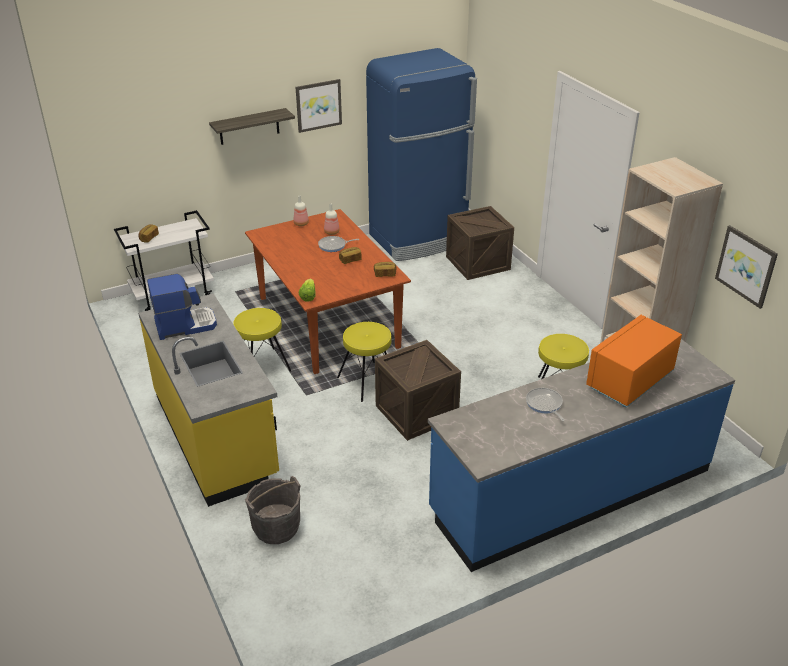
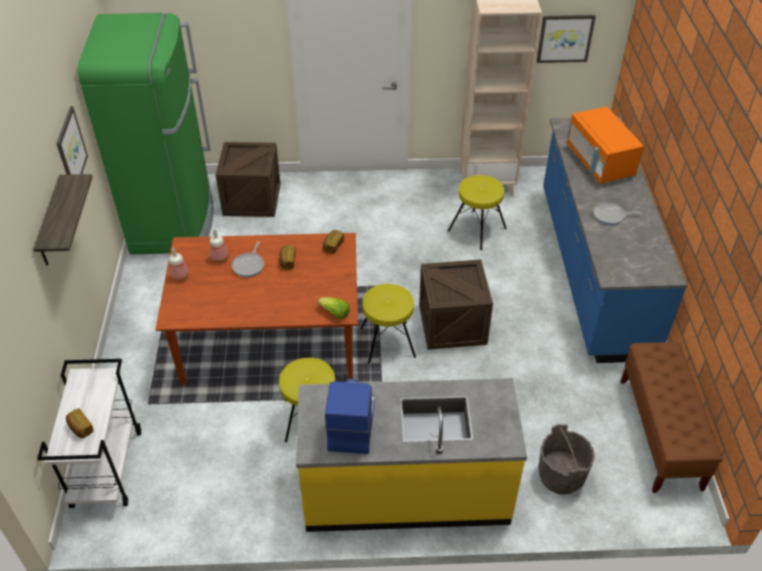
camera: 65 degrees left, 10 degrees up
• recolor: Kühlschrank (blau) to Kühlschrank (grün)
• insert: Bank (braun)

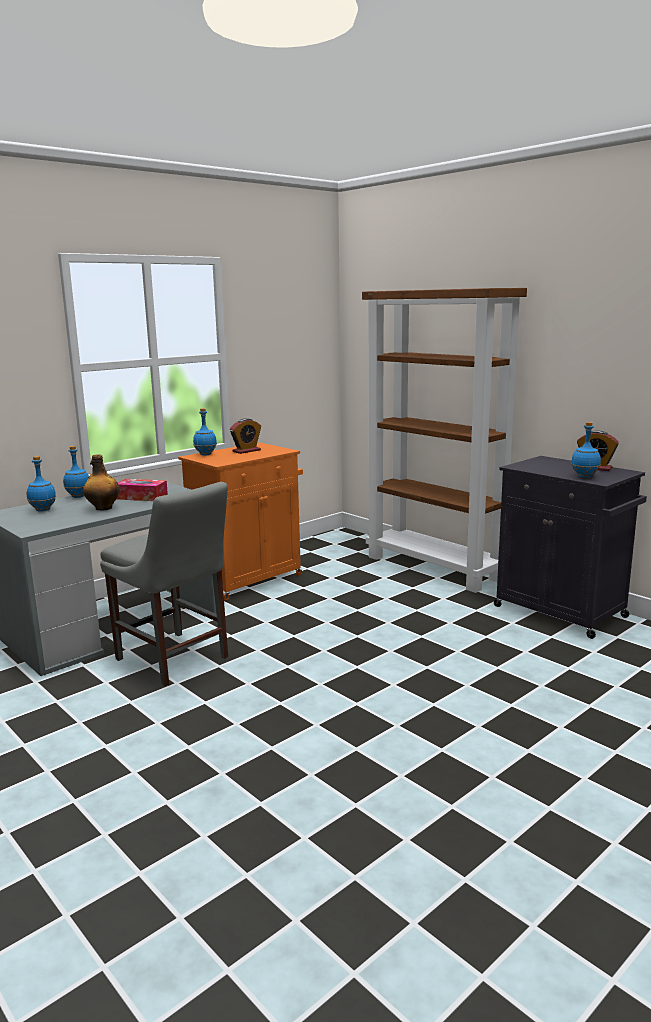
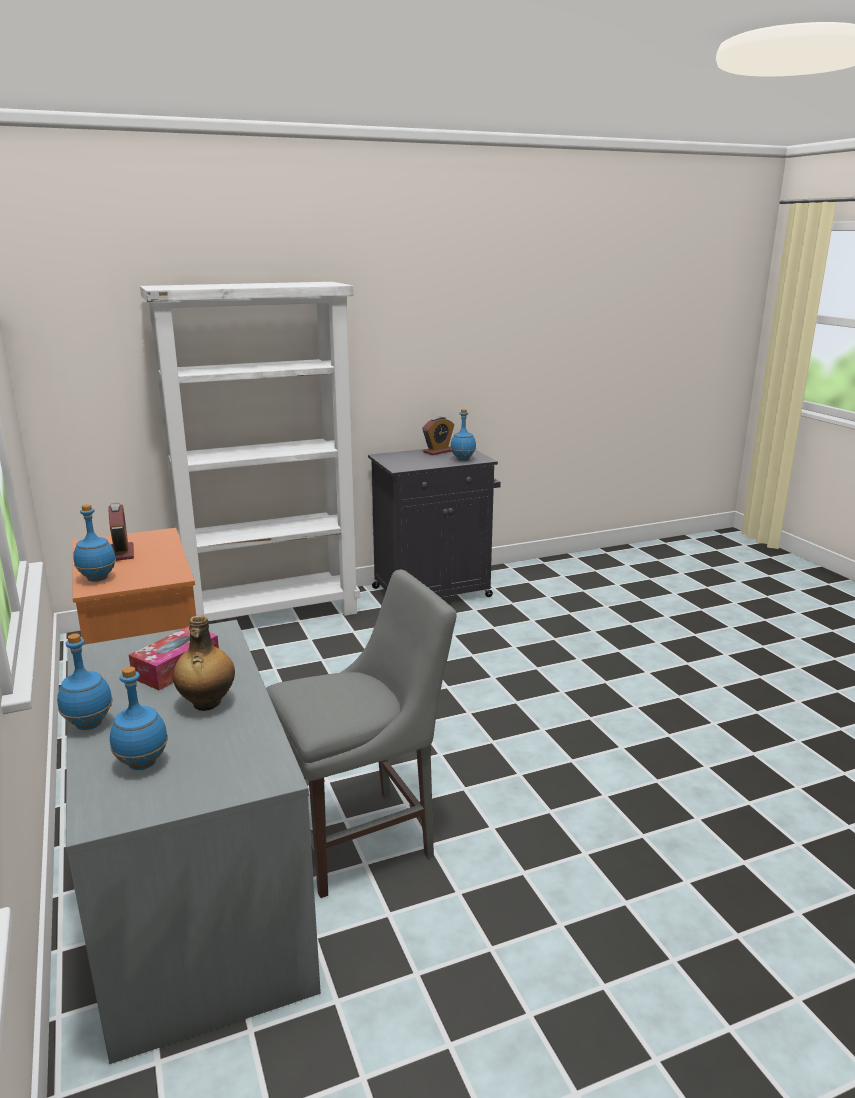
camera: 70 degrees left, 5 degrees up
• recolor: Bücherregal (braun) to Bücherregal (weiß)

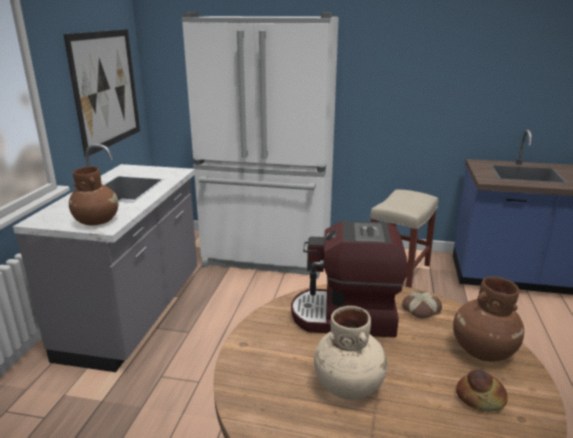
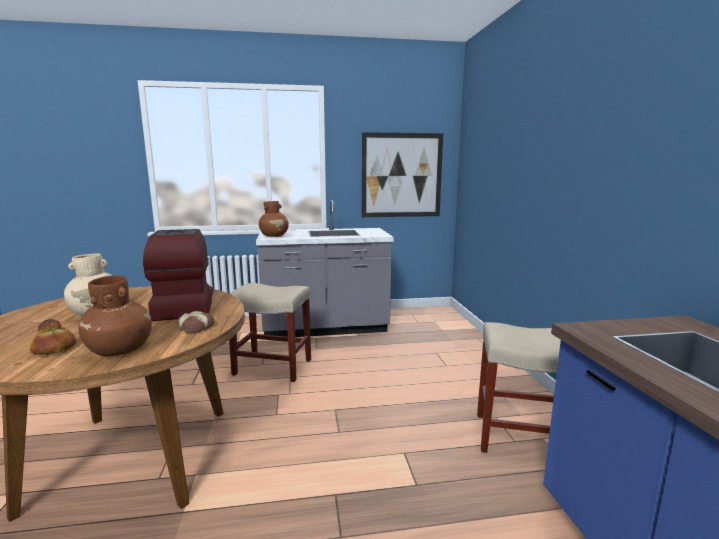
camera: 70 degrees right, 10 degrees down
• delete: Kühlschrank (weiß)
• insert: Hocker (beige) (1st from left)

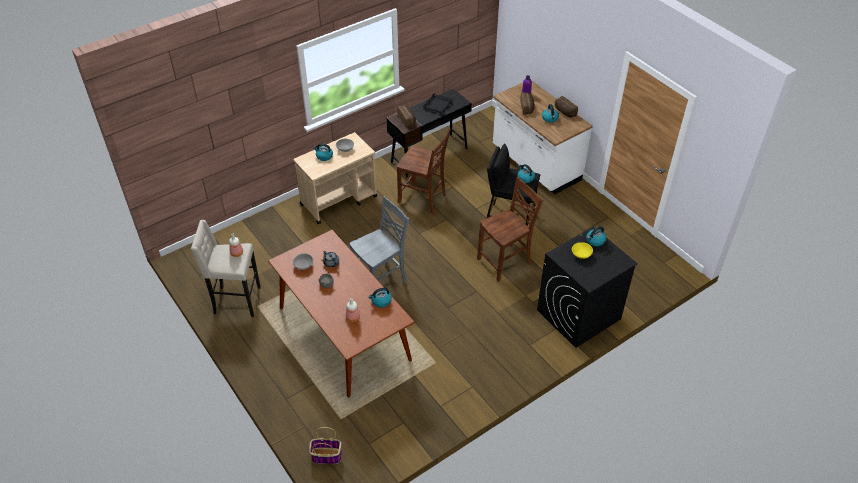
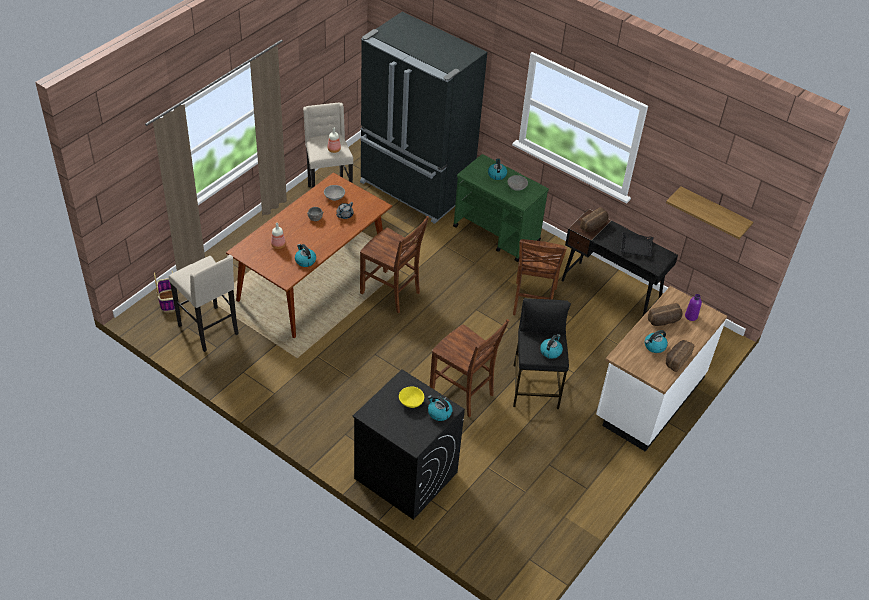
camera: 70 degrees right, 0 degrees up
• recolor: Rollwagen (beige) to Rollwagen (grün)
• recolor: Stuhl (grau) to Stuhl (braun) (1st from left)
• insert: Hocker (beige) (1st from left)
• insert: Kühlschrank (schwarz)
• insert: Wandregal

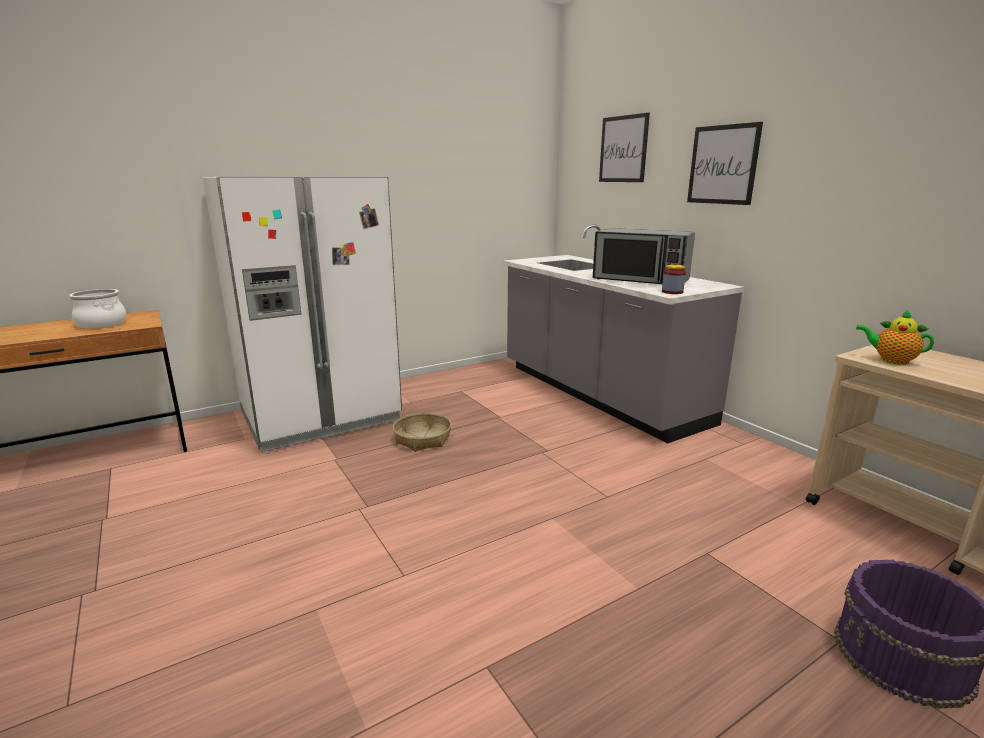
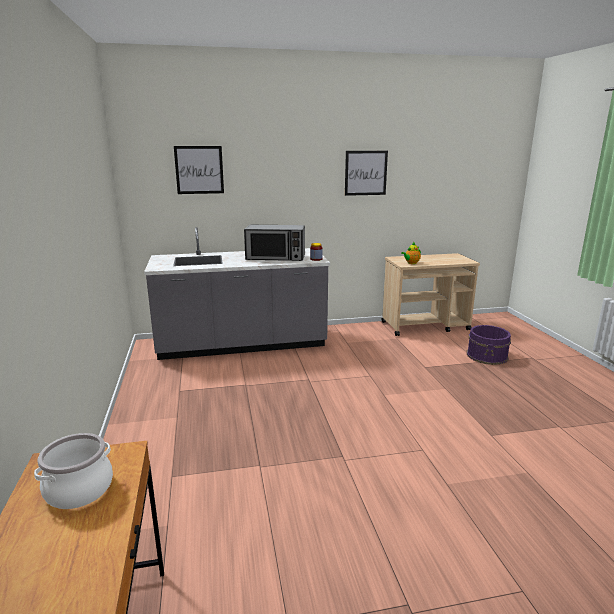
camera: 70 degrees left, 0 degrees up
• delete: Kühlschrank (weiß)
• delete: Korb
• rotate: Mikrowelle 45 degrees clockwise
• move: Bild (2nd from left)

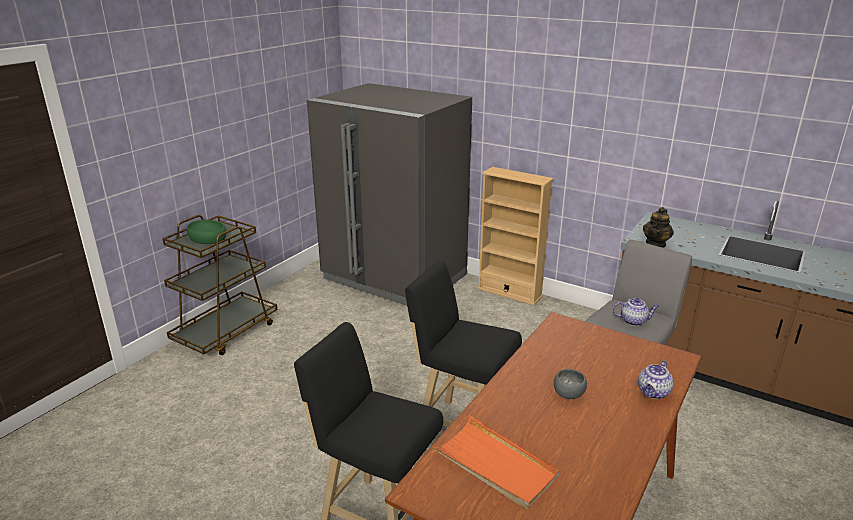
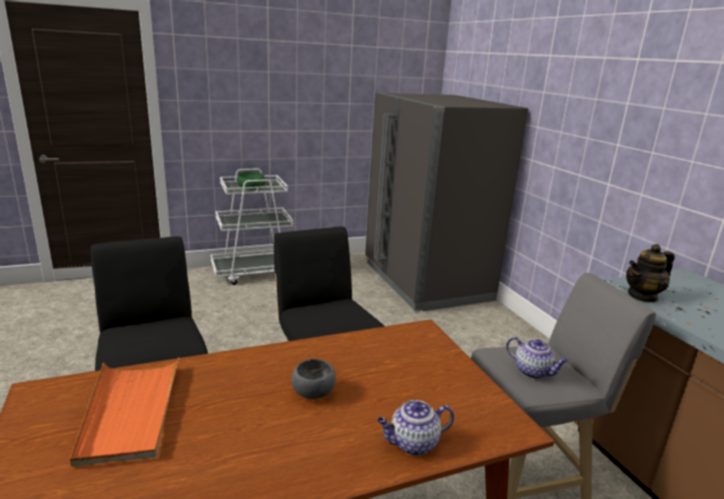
camera: 35 degrees right, 5 degrees down
• recolor: Rollwagen (braun) to Rollwagen (weiß)
• delete: Bücherregal (beige)

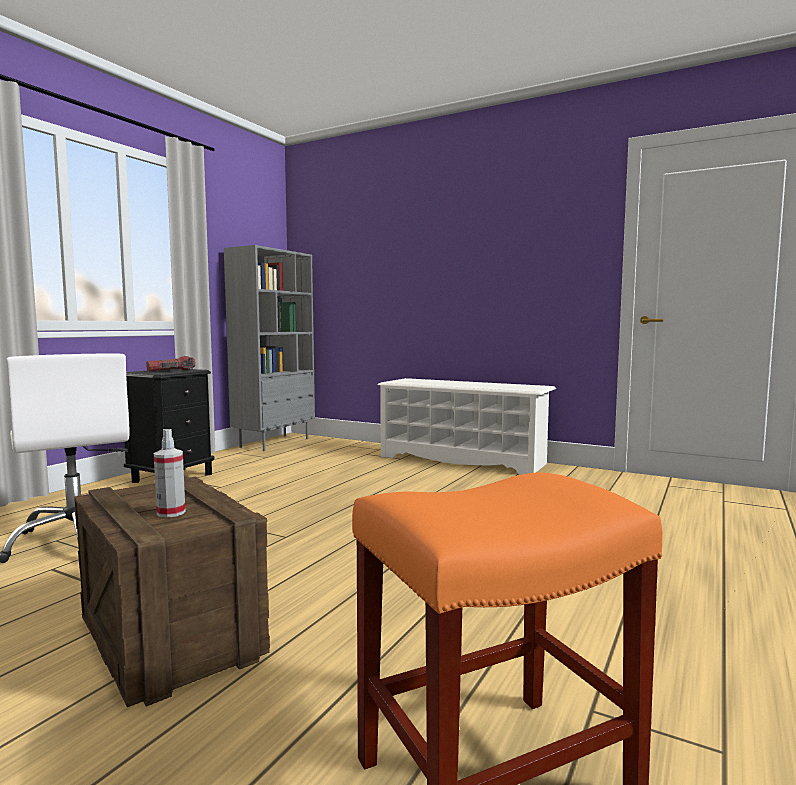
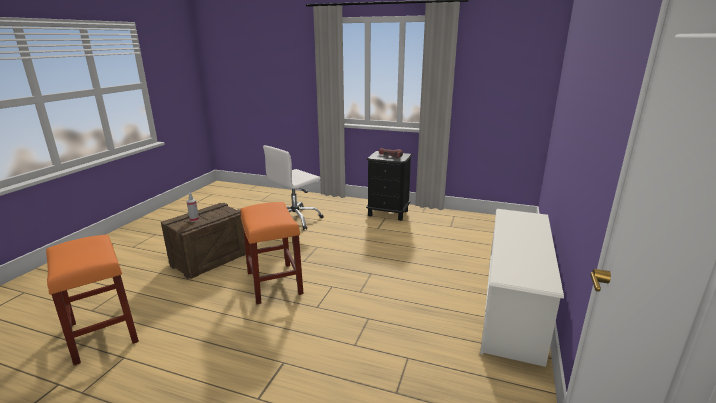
camera: 80 degrees right, 15 degrees up
• delete: Bücherregal (grau)
• insert: Hocker (orange) (2nd from left)

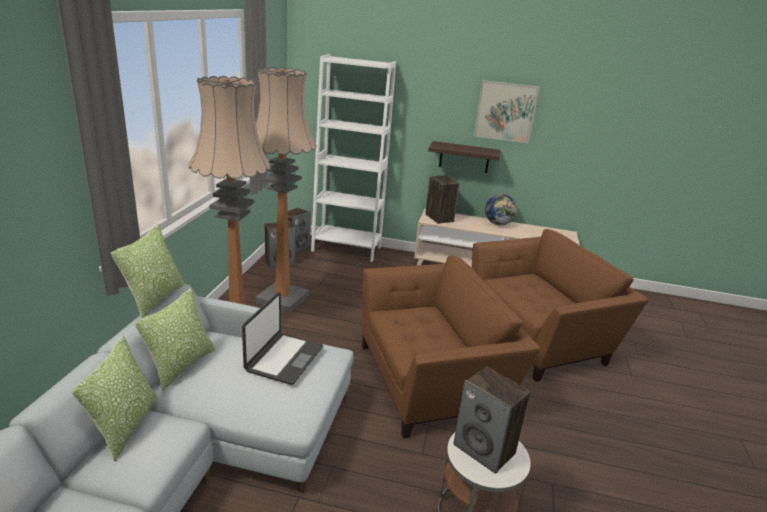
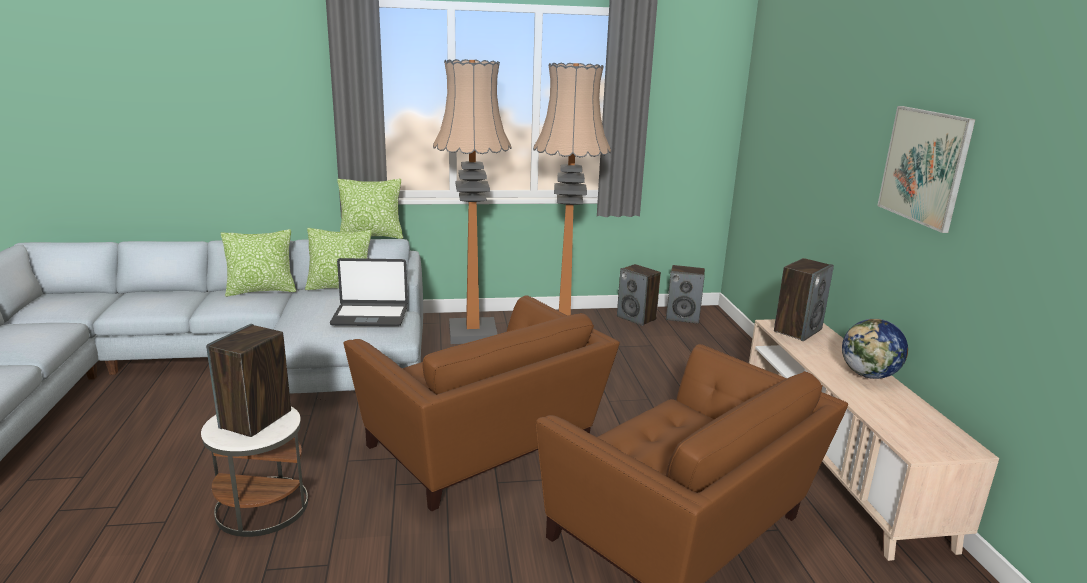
camera: 70 degrees right, 5 degrees down
• delete: Bücherregal (weiß)
• delete: Wandregal

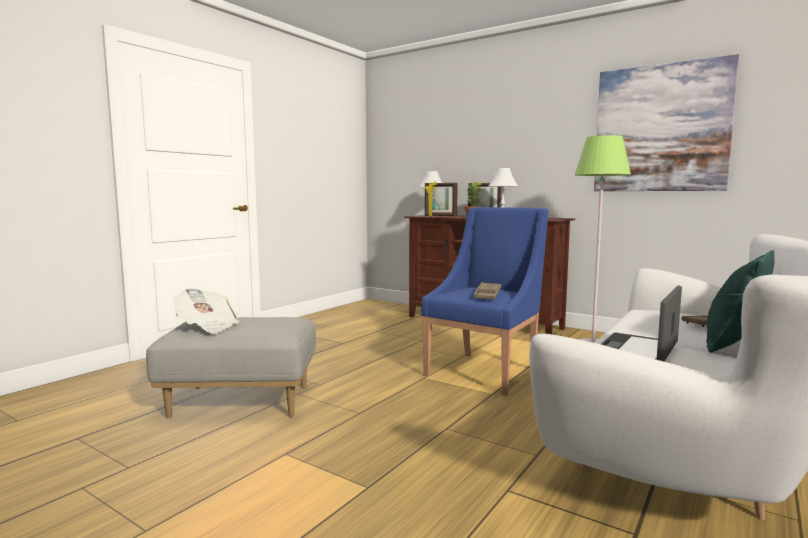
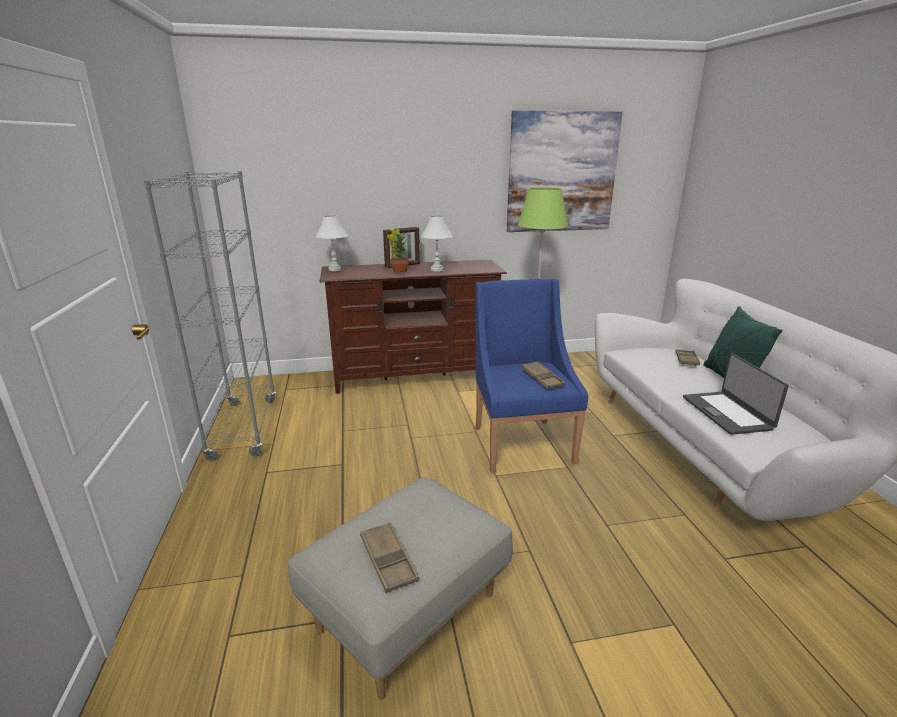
camera: 45 degrees left, 15 degrees up
• replace: Zeitung to Tablett (braun) (1st from left)
• delete: Bilderrahmen (1st from left)
• insert: Bücherregal (grau)

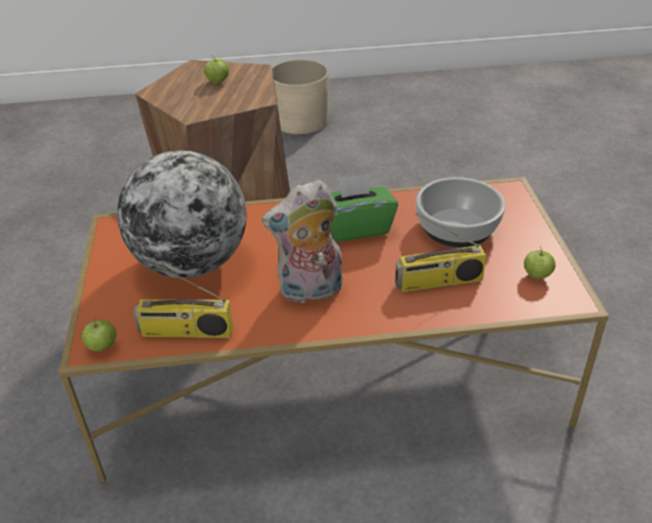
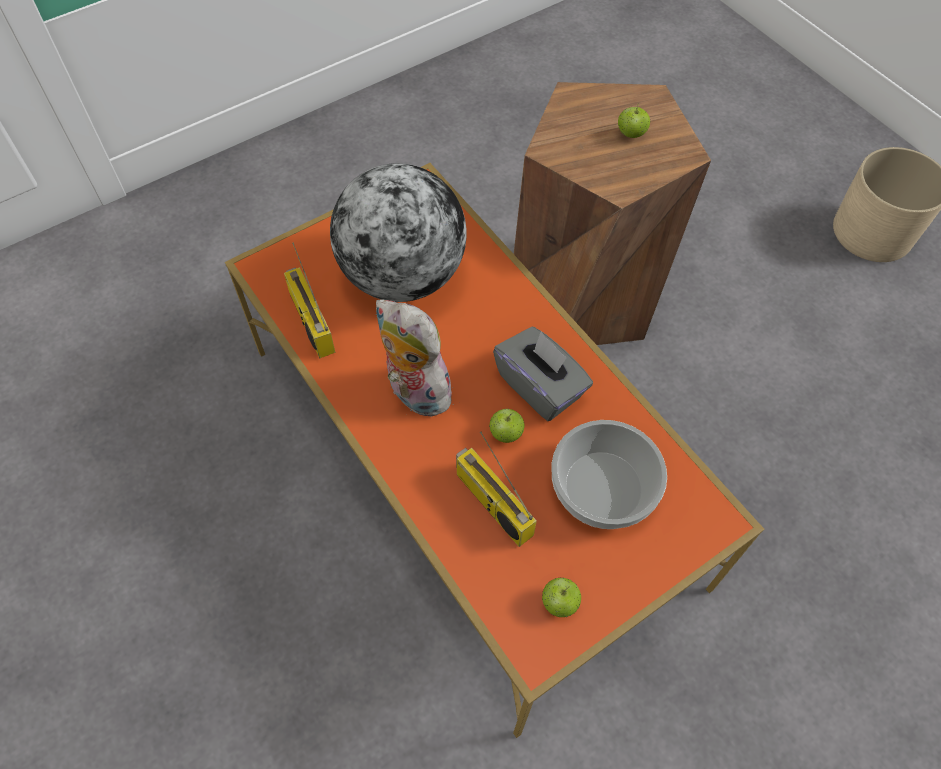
camera: 60 degrees right, 20 degrees up
• move: Apfel (1st from left)
• recolor: Taschentuchbox (grün) to Taschentuchbox (grau)

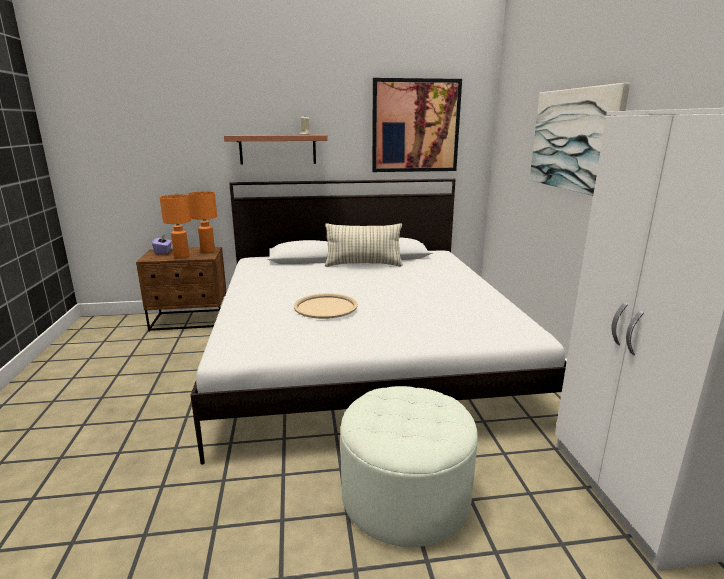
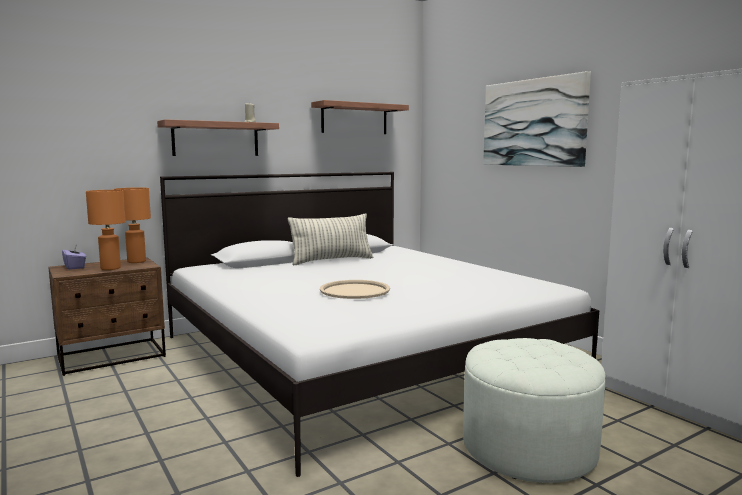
camera: 25 degrees left, 10 degrees down
• replace: Bild (1st from left) to Wandregal (2nd from left)

